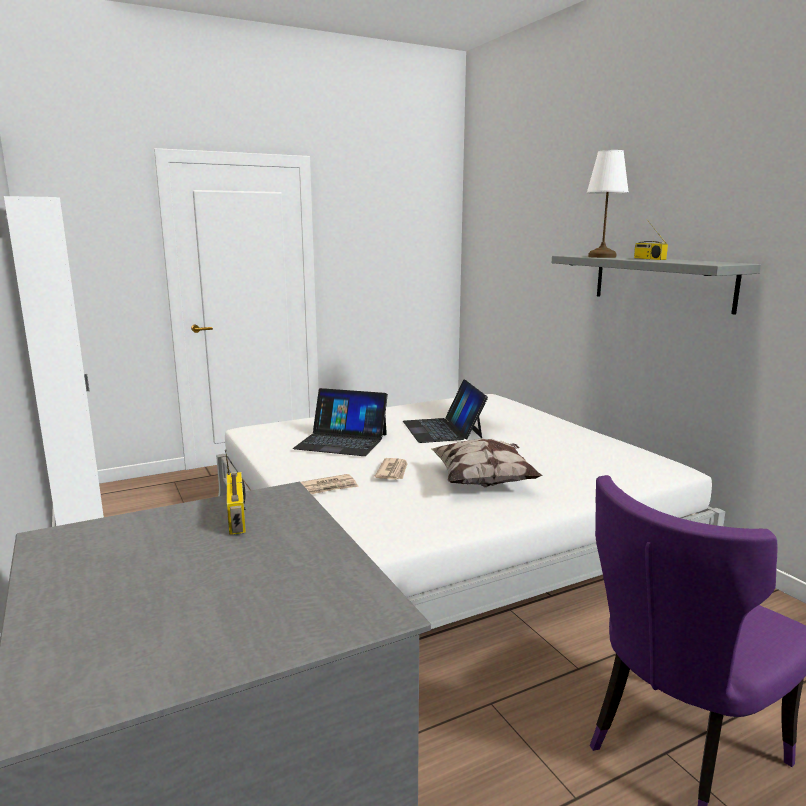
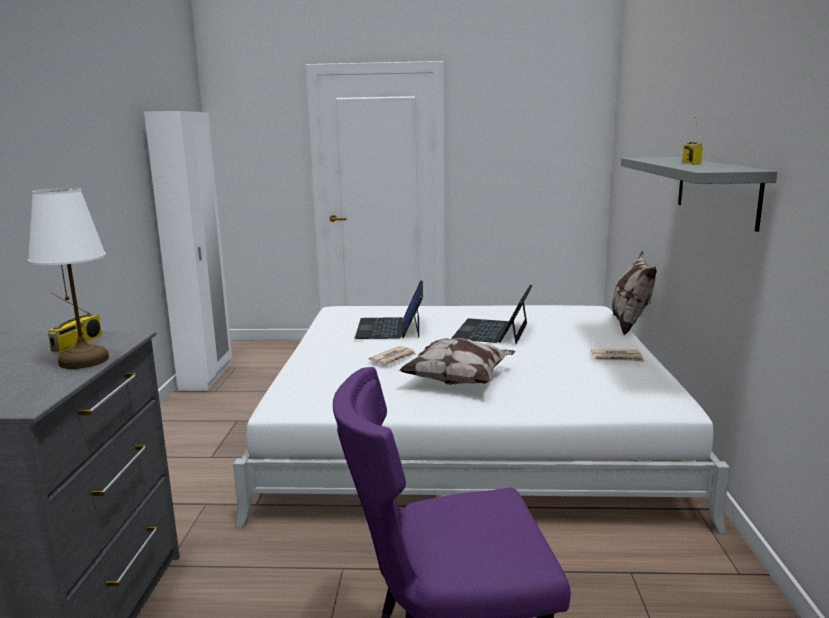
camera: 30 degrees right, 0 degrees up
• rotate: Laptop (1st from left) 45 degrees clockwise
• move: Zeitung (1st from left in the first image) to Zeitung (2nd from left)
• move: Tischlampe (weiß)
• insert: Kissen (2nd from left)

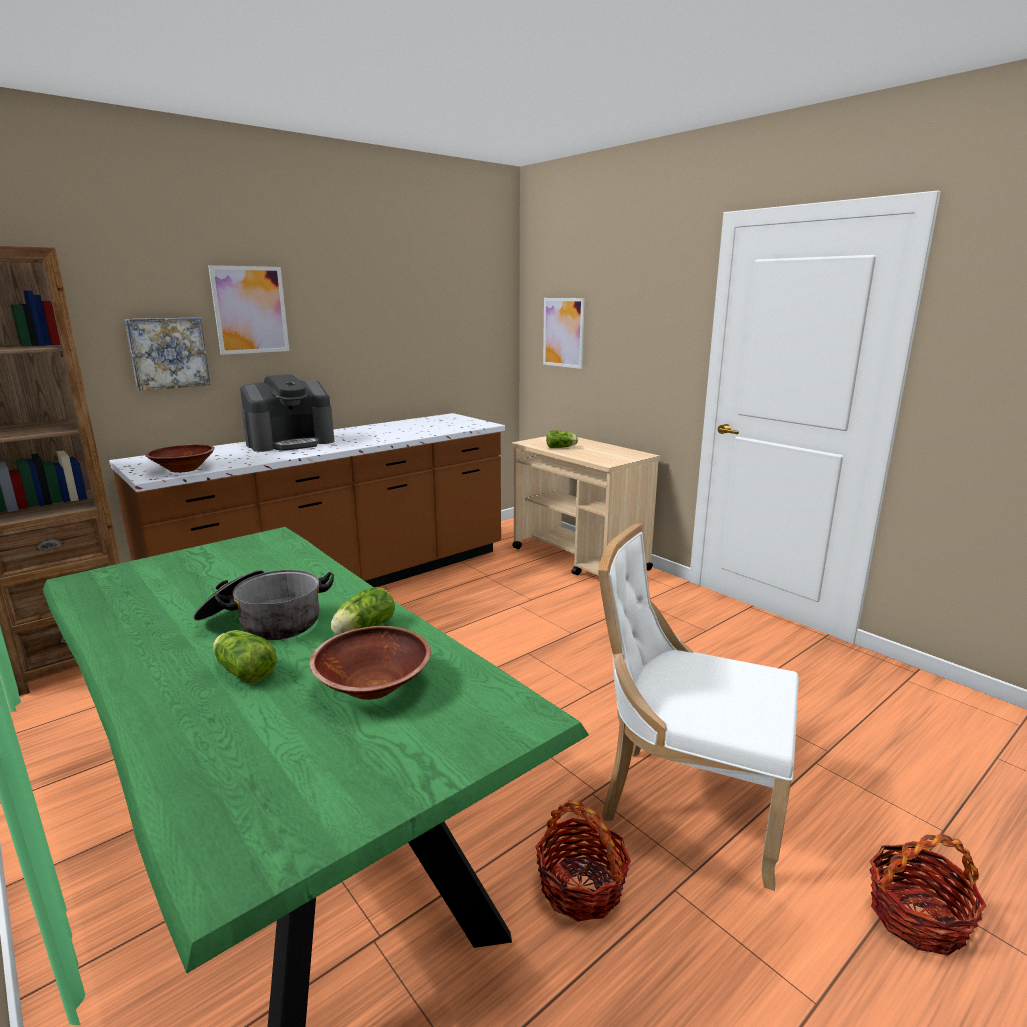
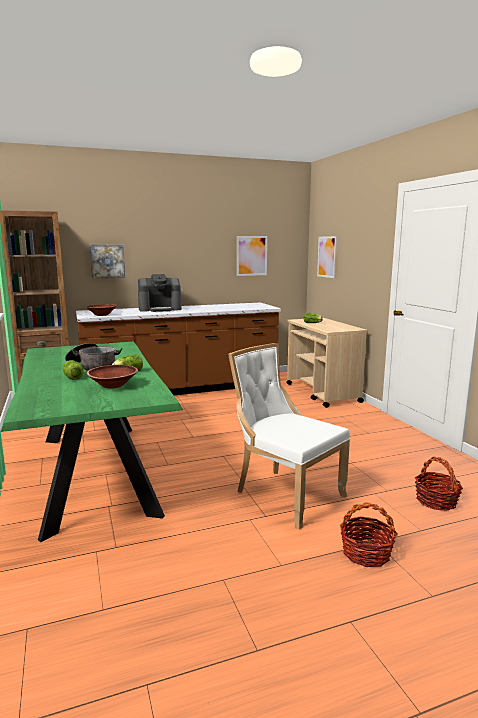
camera: 20 degrees right, 5 degrees down
• move: Bild (2nd from left)
• move: Korb (1st from left in the first image) to Korb (2nd from left)

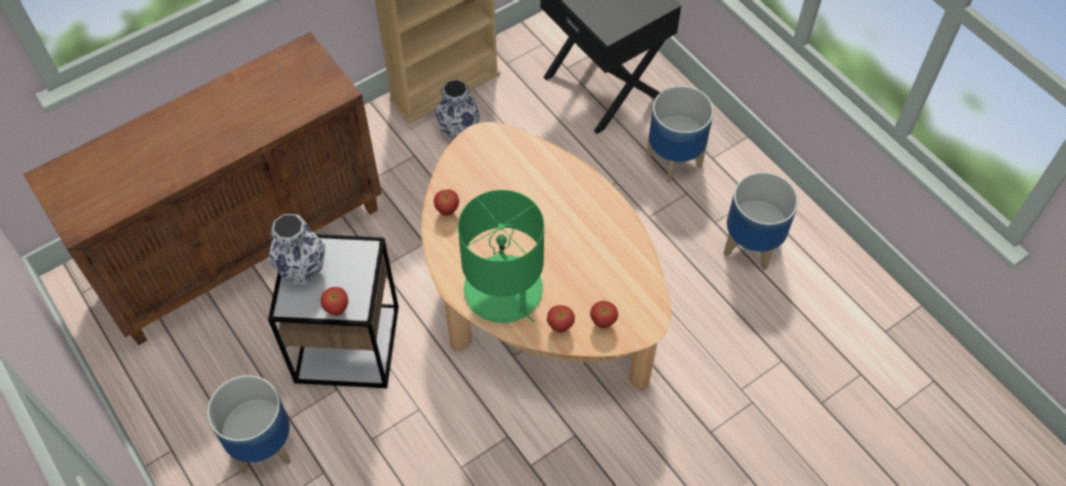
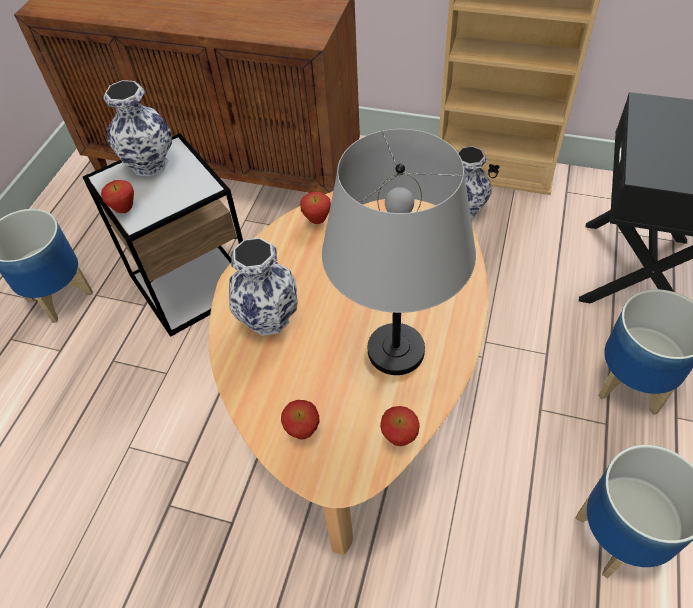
camera: 55 degrees right, 5 degrees down
• replace: Tischlampe (grün) to Vase (2nd from left)
• move: Apfel (3rd from left in the first image) to Apfel (4th from left)
• insert: Tischlampe (grau)

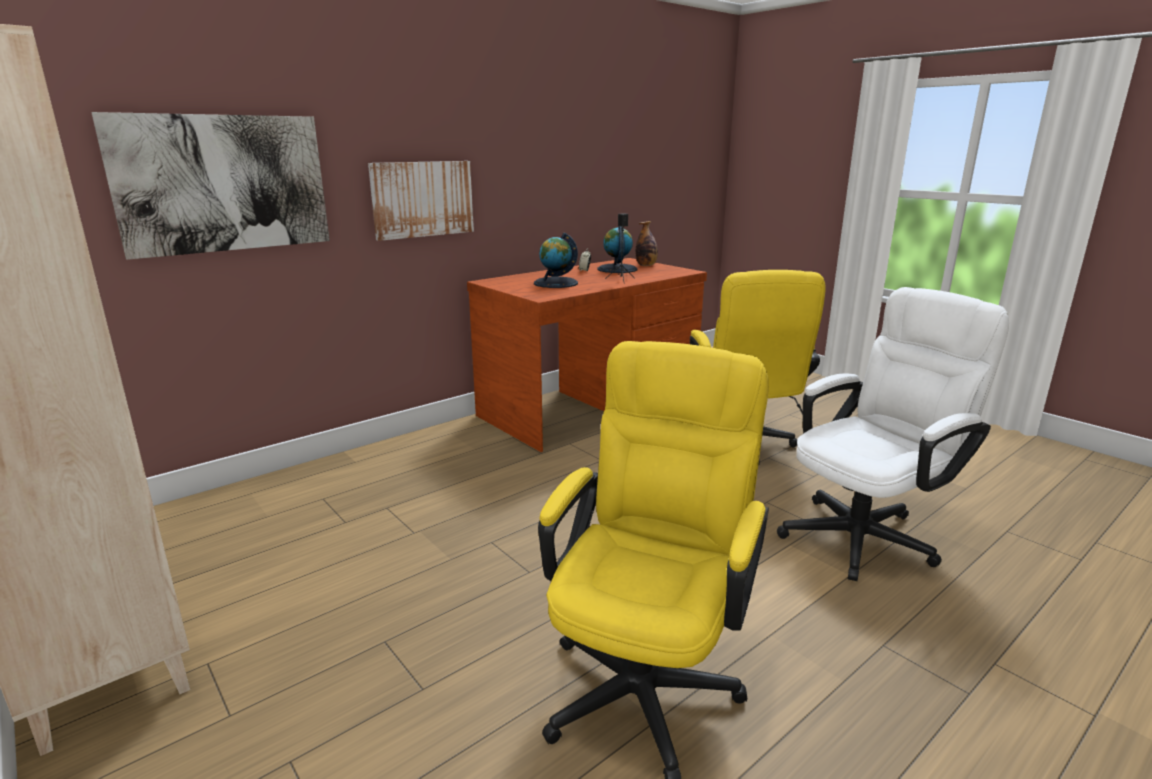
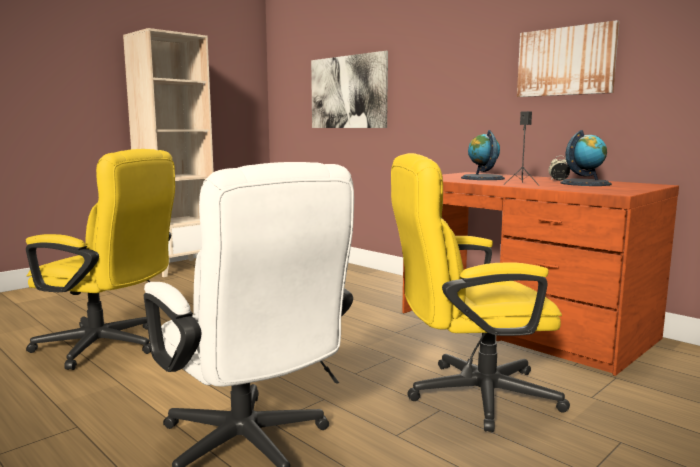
camera: 85 degrees right, 10 degrees down
• move: Bild (2nd from left)
• delete: Flasche

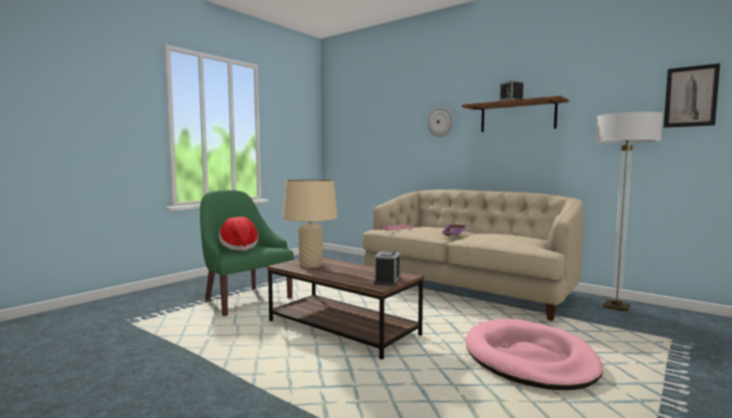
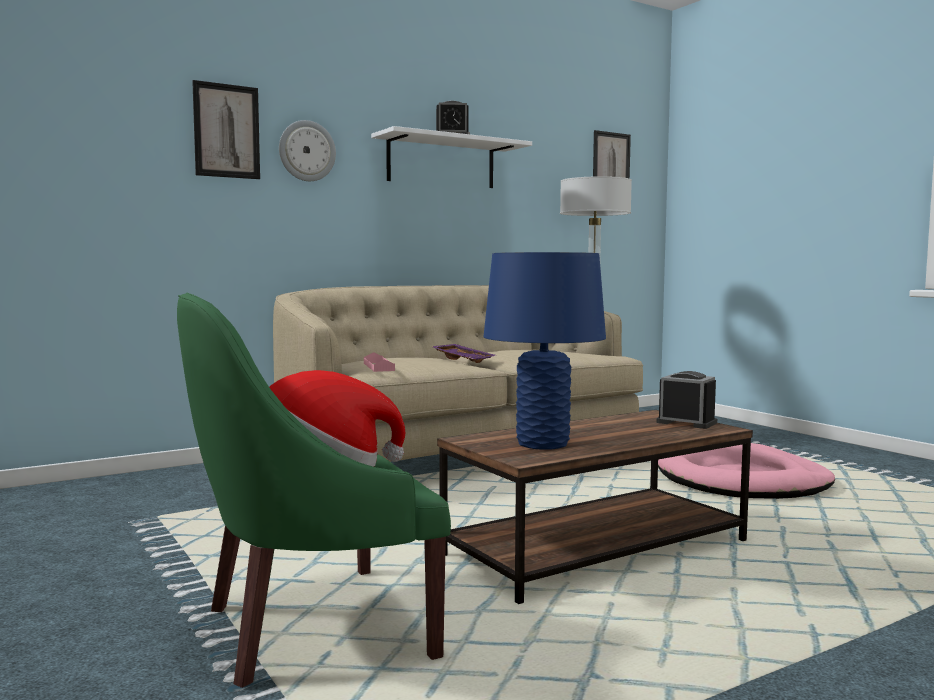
camera: 70 degrees left, 0 degrees up
• recolor: Tischlampe (beige) to Tischlampe (blau)
• recolor: Wandregal (braun) to Wandregal (weiß)
• insert: Bild (1st from left)

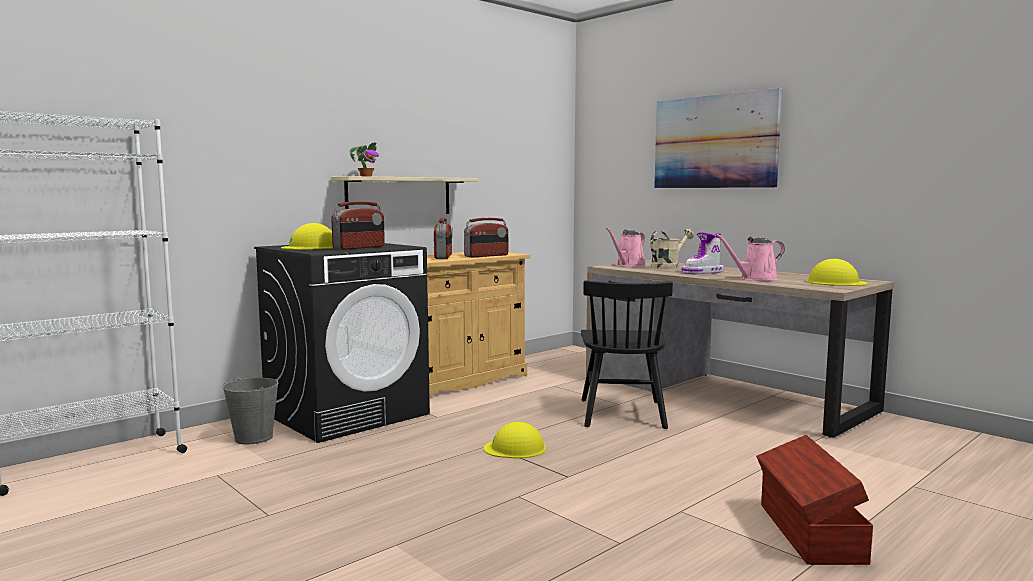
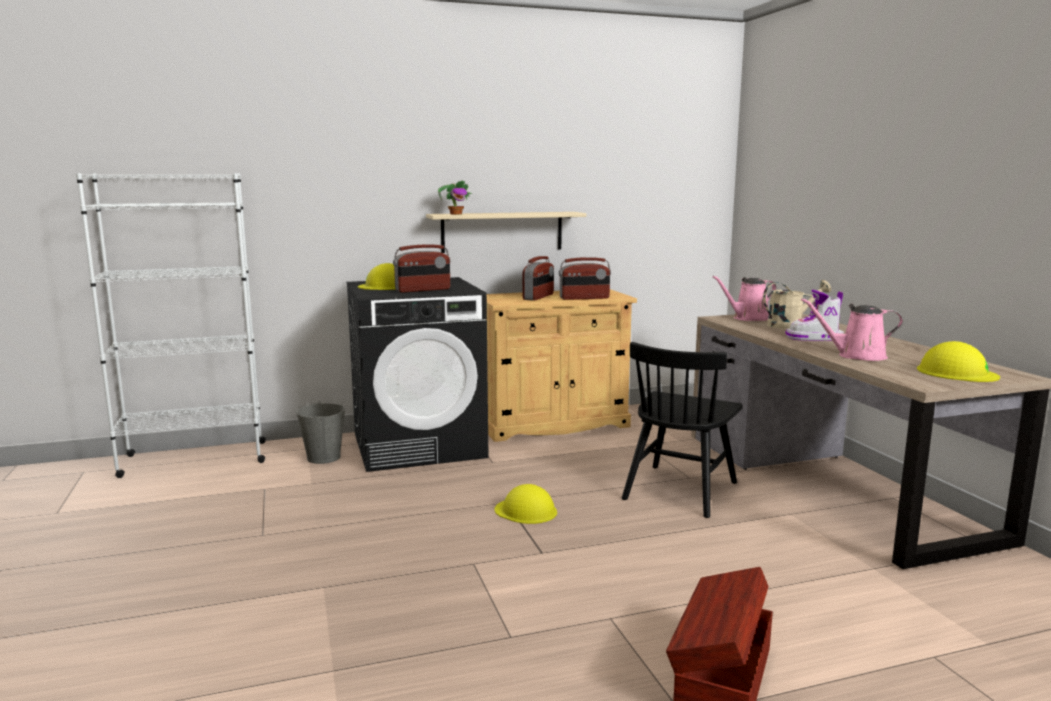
camera: 25 degrees right, 5 degrees up
• delete: Bild

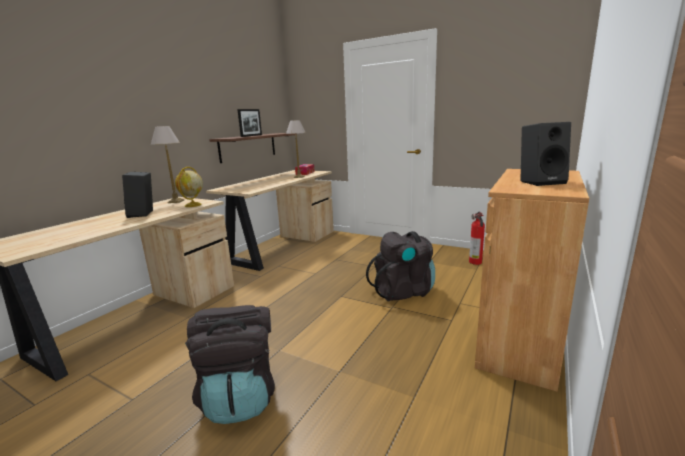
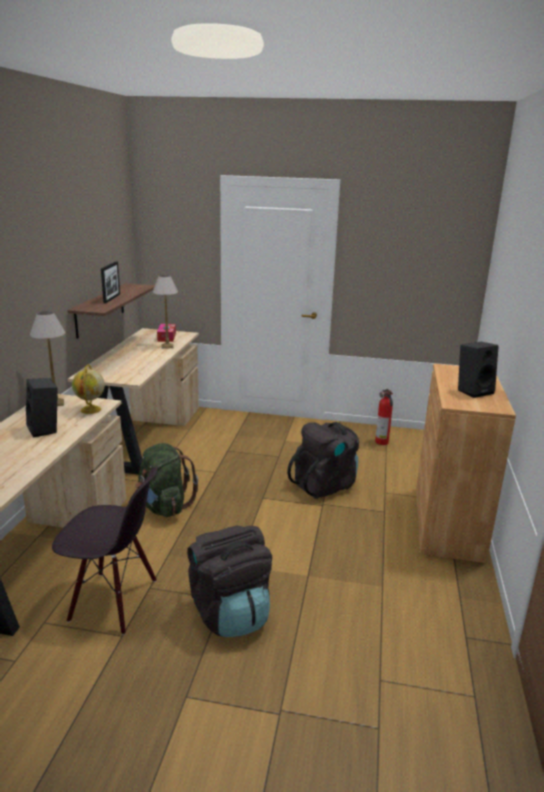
camera: 20 degrees left, 5 degrees up
• insert: Stuhl (schwarz)
• insert: Rucksack (grün)

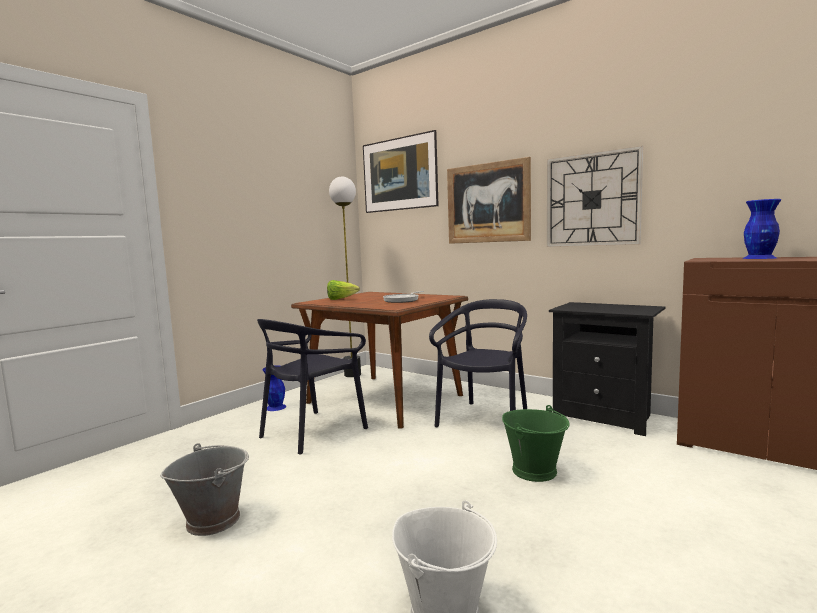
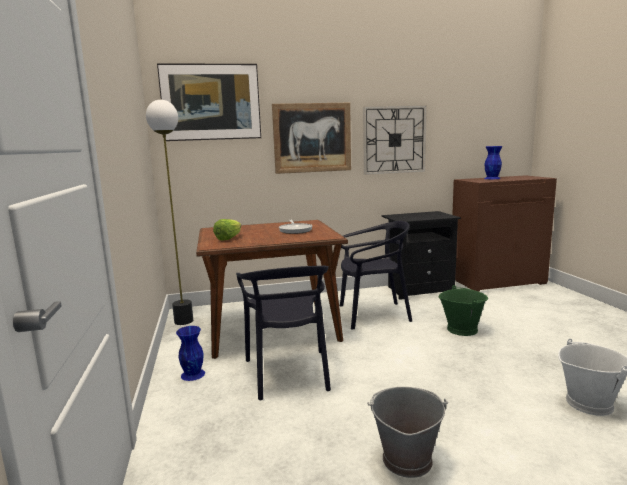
camera: 50 degrees left, 5 degrees up
• rotate: Stuhl (schwarz) (2nd from left) 105 degrees clockwise

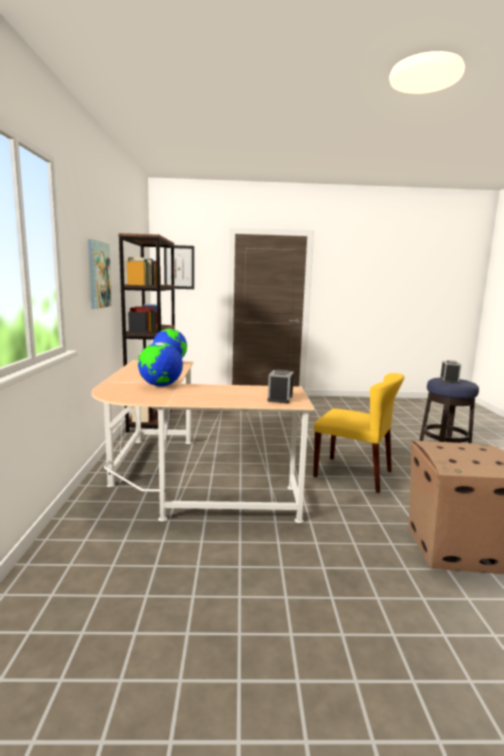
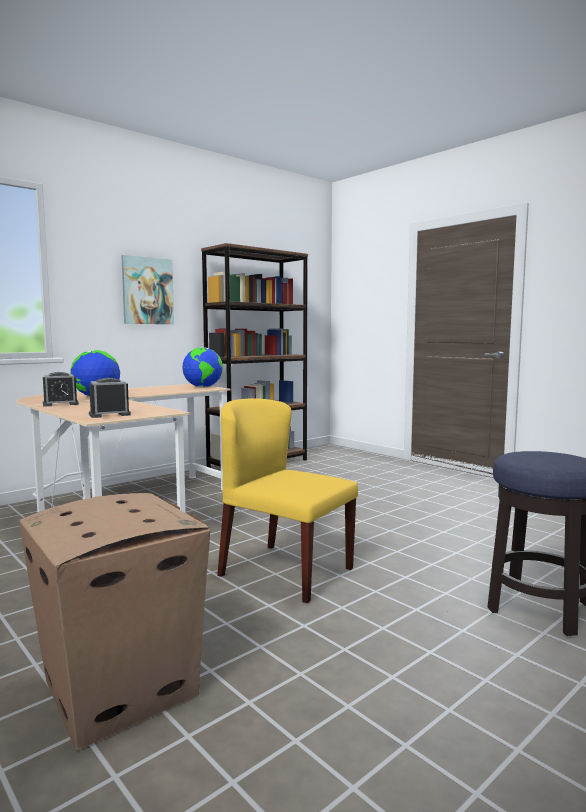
camera: 50 degrees right, 5 degrees down
• delete: Bild (2nd from left)
• rotate: Stuhl (gelb) 135 degrees clockwise
• move: Wecker (2nd from left in the first image) to Wecker (1st from left)

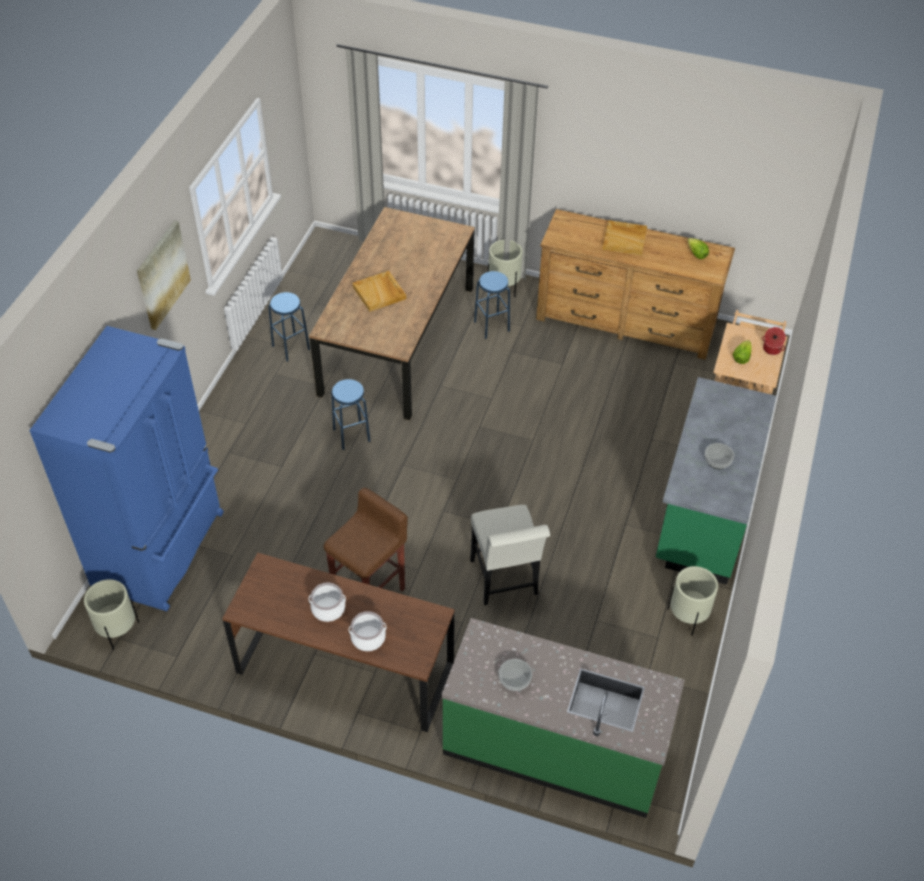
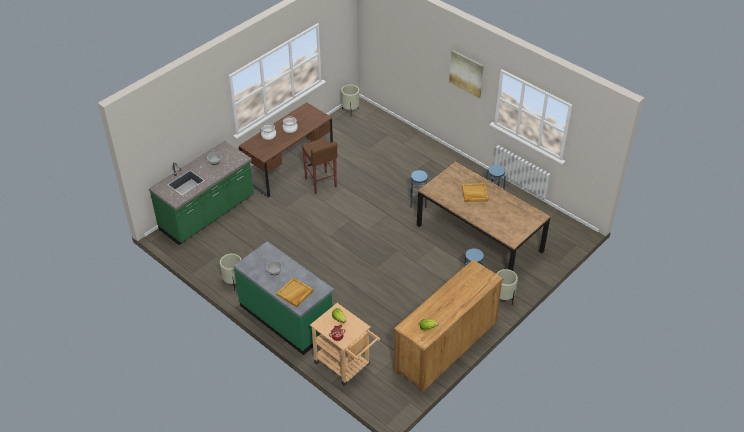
camera: 115 degrees right, 5 degrees down
• delete: Kühlschrank (blau)
• delete: Stuhl (weiß)
• move: Tablett (beige) (2nd from left in the first image) to Tablett (beige) (1st from left)

